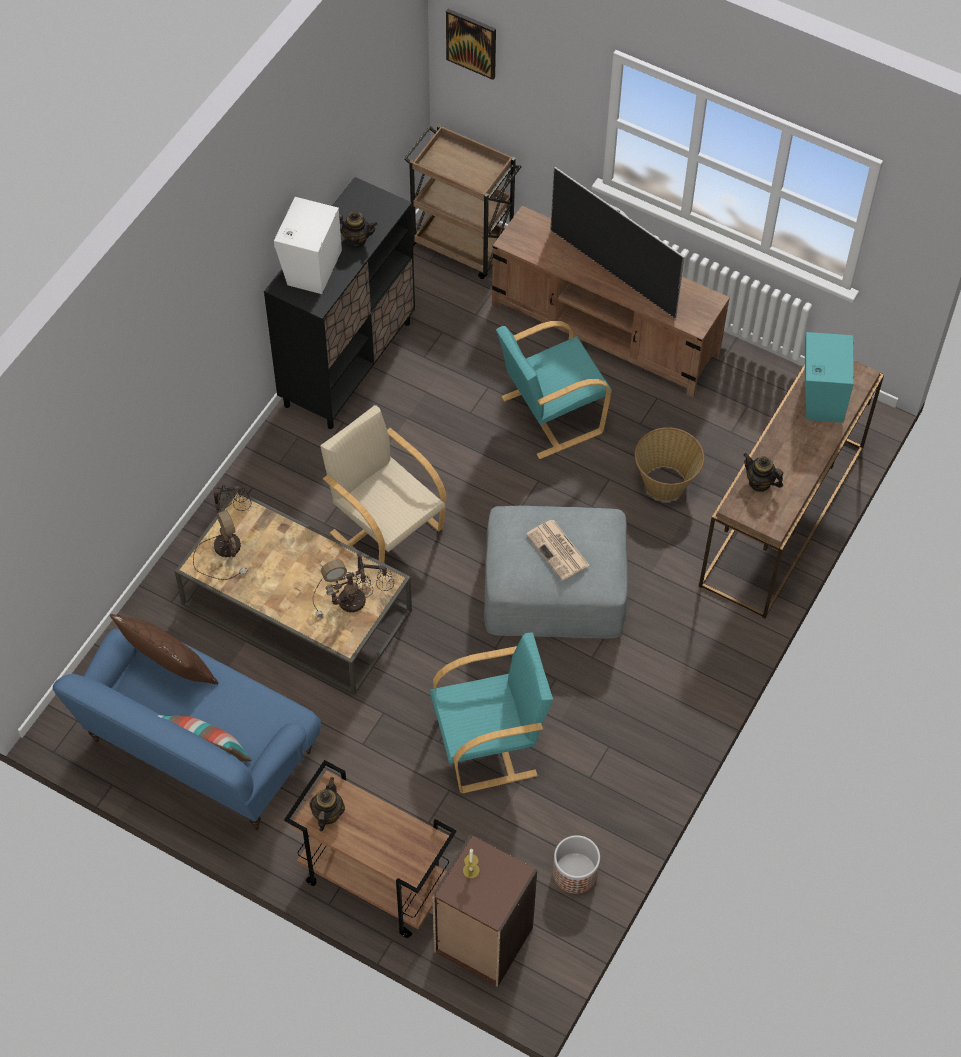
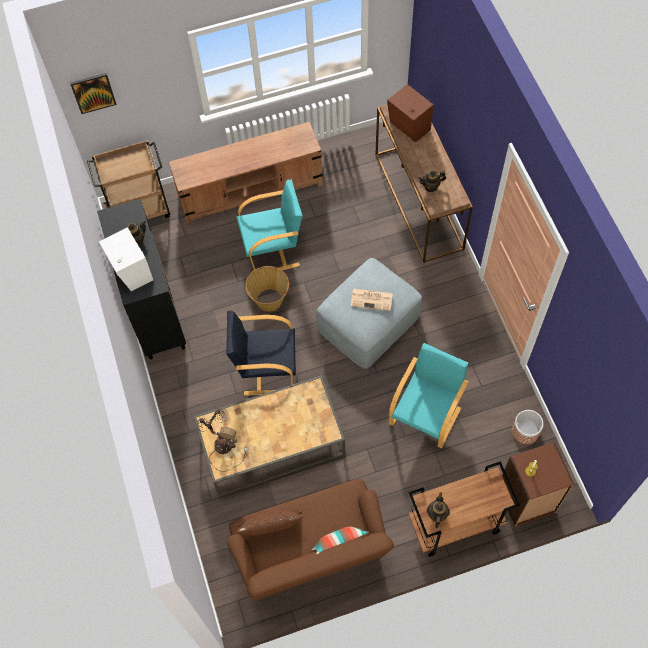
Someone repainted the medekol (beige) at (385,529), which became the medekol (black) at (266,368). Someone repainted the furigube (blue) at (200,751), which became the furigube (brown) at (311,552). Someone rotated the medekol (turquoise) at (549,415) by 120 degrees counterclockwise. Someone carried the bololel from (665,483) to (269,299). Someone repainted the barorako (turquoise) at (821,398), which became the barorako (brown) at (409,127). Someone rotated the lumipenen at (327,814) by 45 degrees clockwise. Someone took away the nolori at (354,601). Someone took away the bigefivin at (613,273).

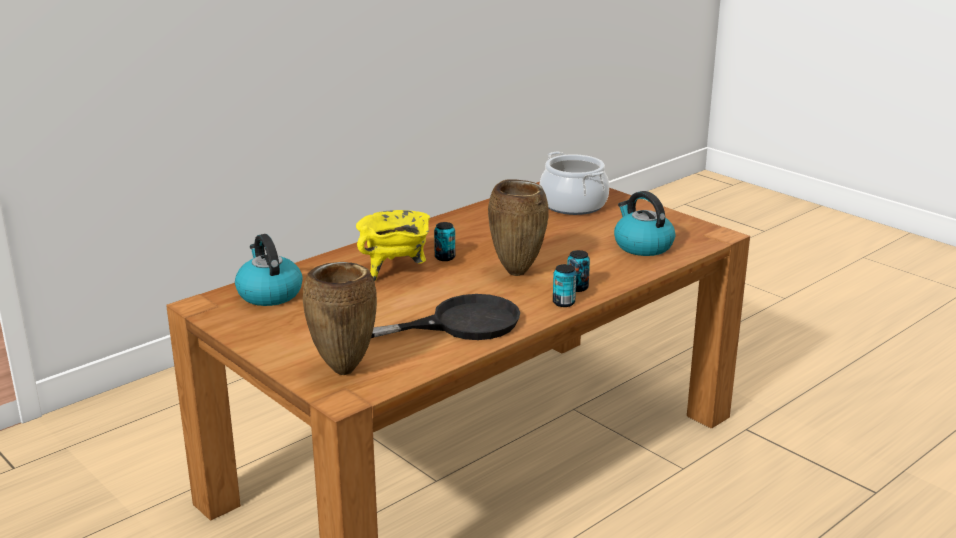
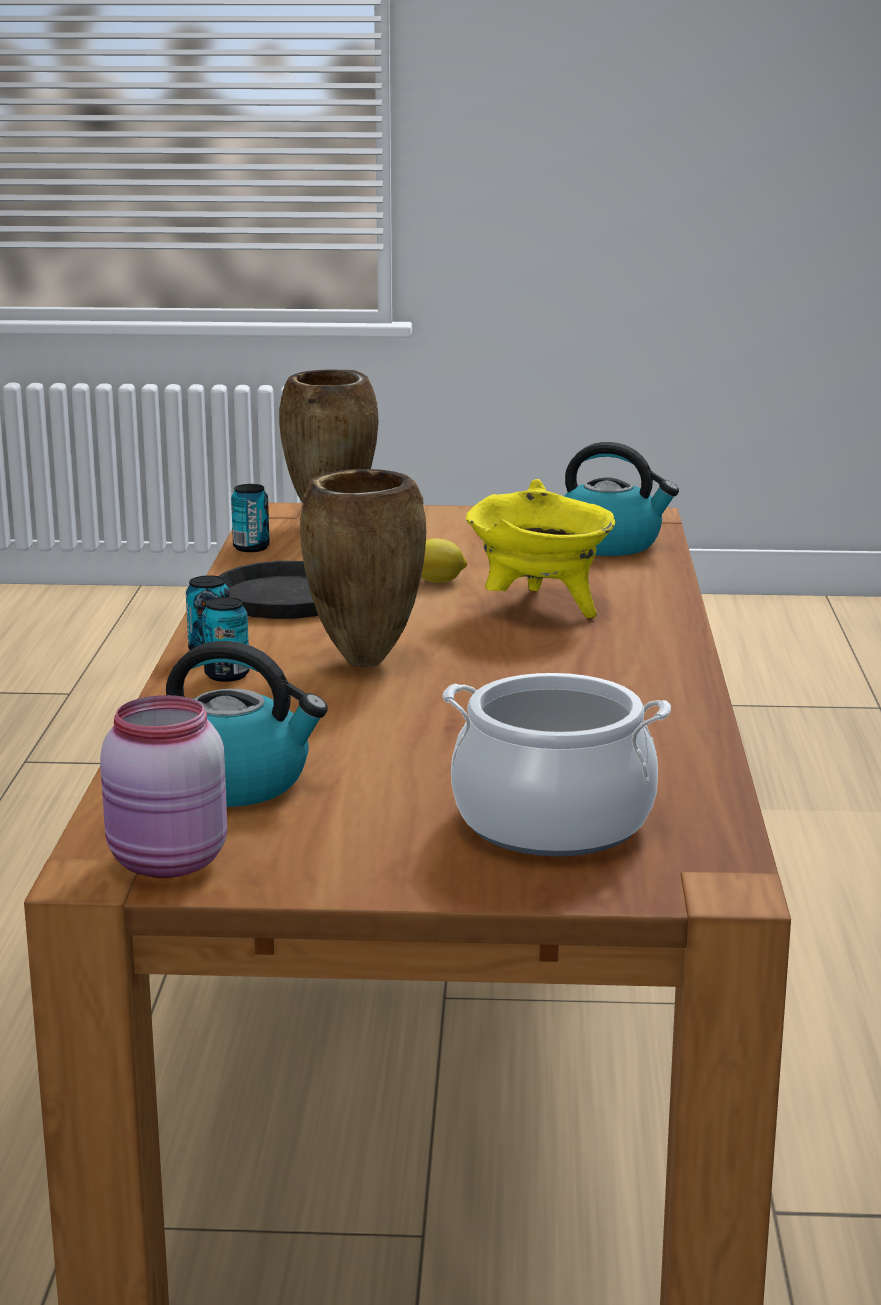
Someone put down the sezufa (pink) at (168,863). Someone carried the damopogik from (445,257) to (251,548). Someone put down the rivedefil at (439,581).

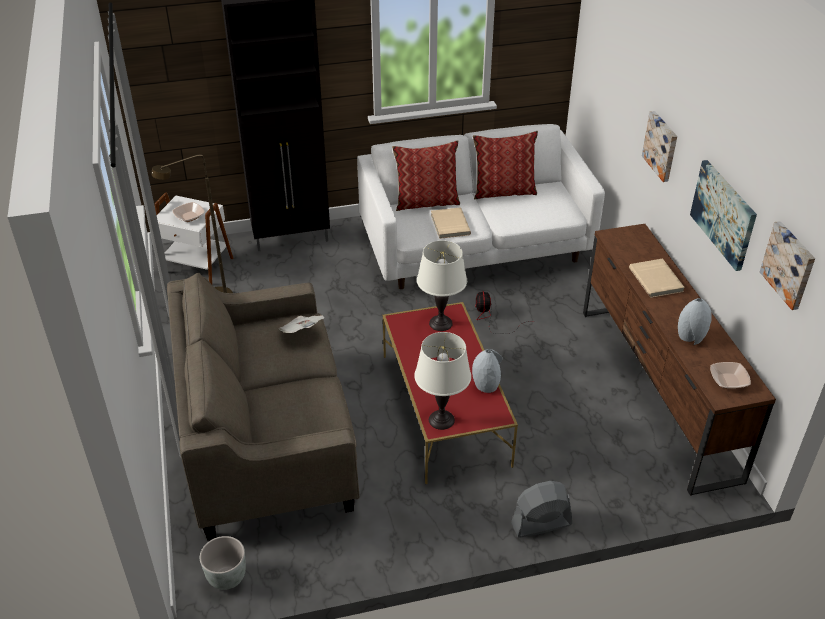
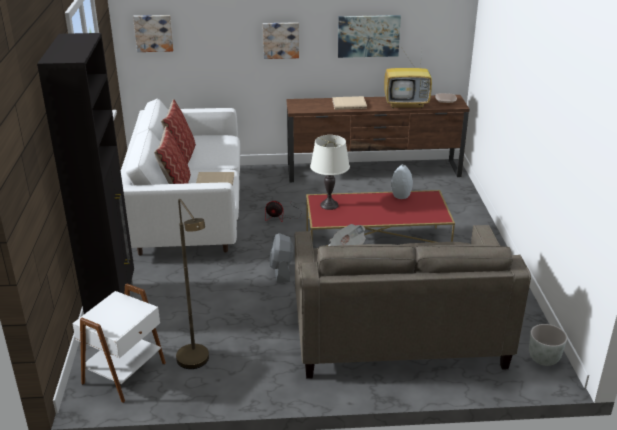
Someone carried the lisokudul from (789,264) to (153,33). Someone carried the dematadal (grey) from (541,524) to (281,271). Someone swapped the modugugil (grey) at (691,337) for the bigefivin at (407,104). Someone took away the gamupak at (189,216). Someone took away the nolori (white) at (441,420).

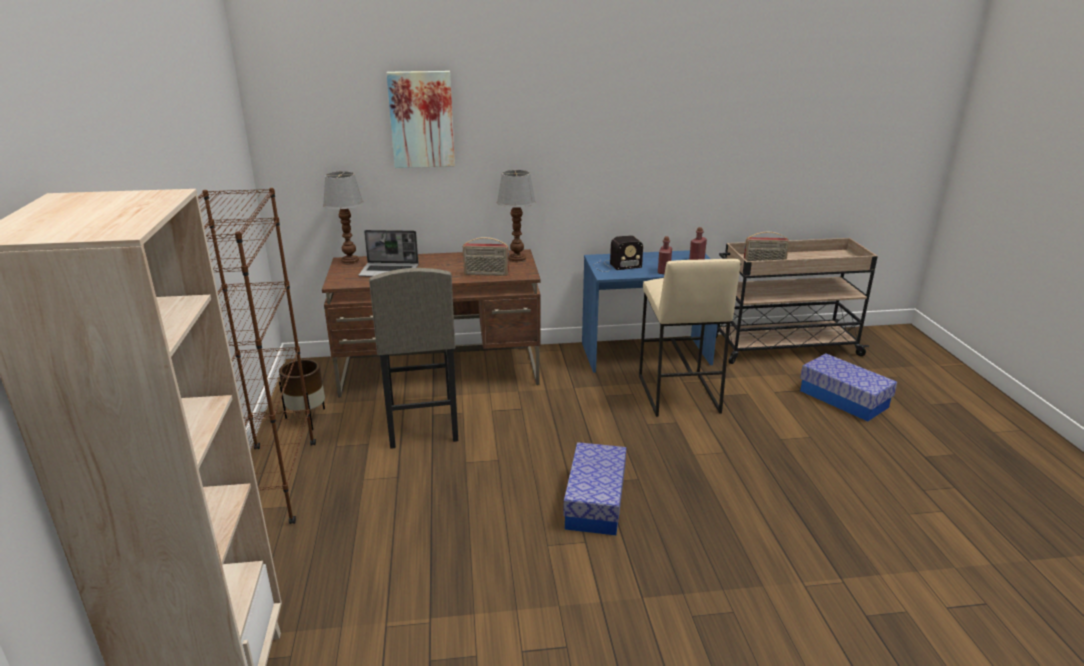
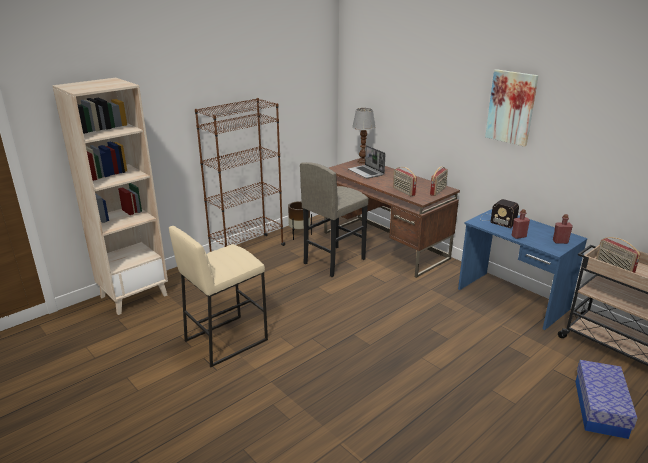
Someone carried the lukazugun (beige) from (677,393) to (226,340). Someone swapped the nolori at (516,259) for the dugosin at (438,191). Someone carried the lisokudul from (421,119) to (511,107). Someone took away the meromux at (595,502).

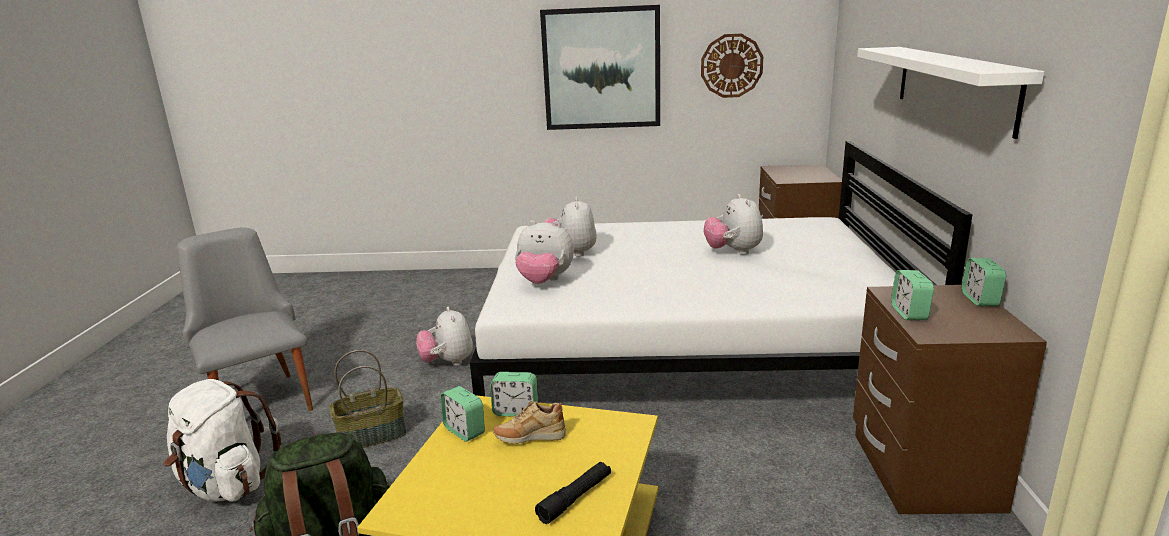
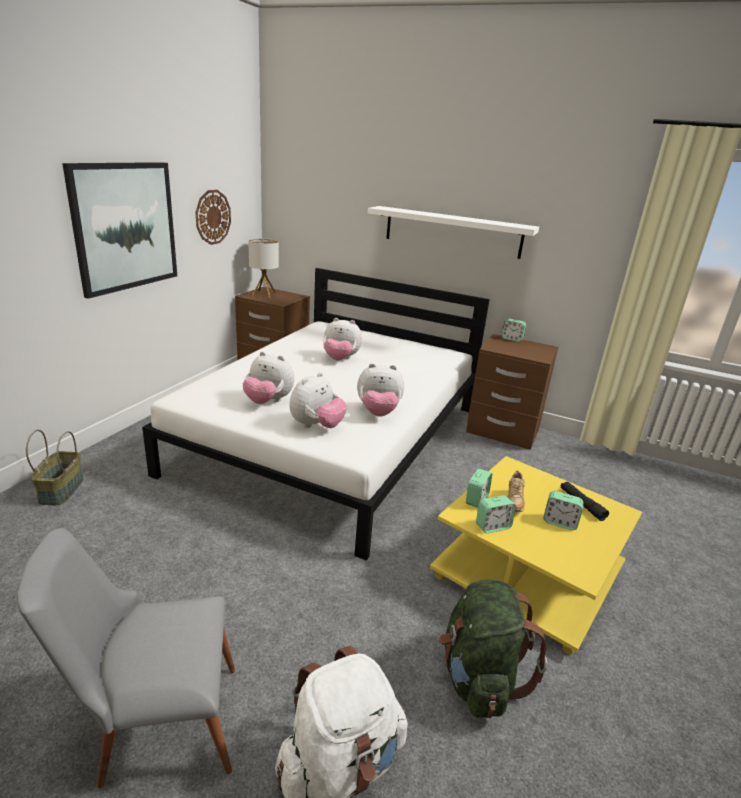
Someone carried the bololel from (372,435) to (61,490). Someone put down the nolori at (264,294). Someone carried the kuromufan from (448,362) to (378,413). Someone carried the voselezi from (909,313) to (559,522).

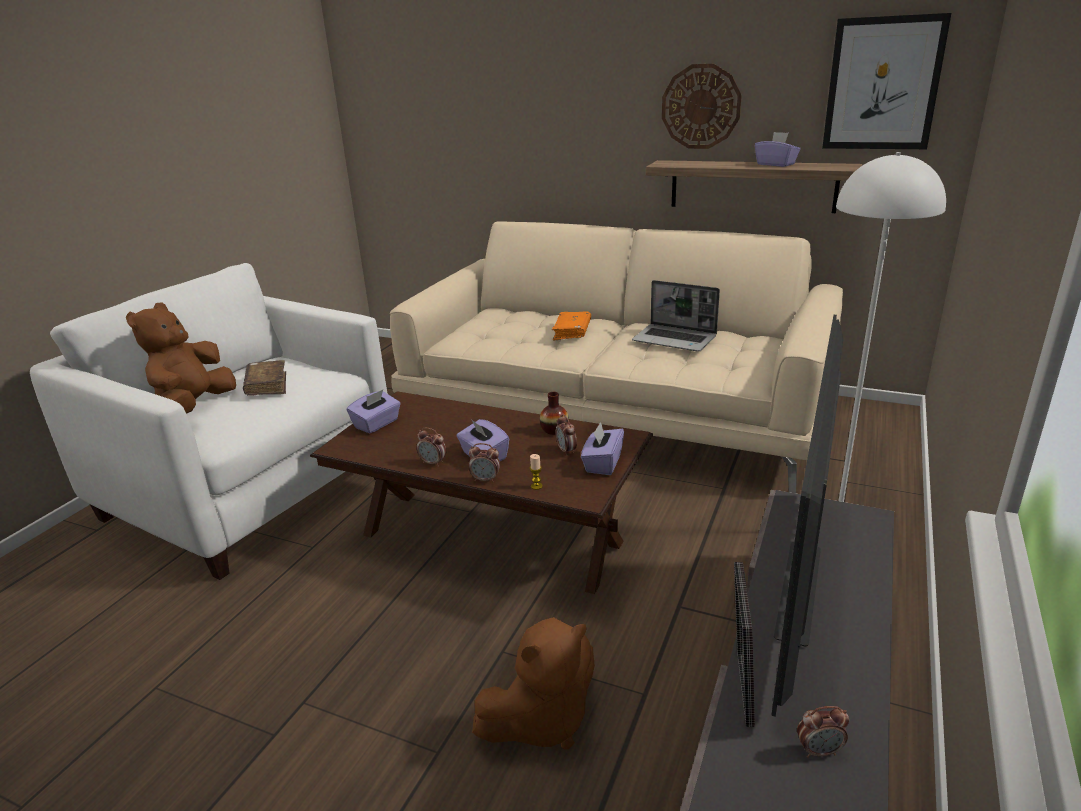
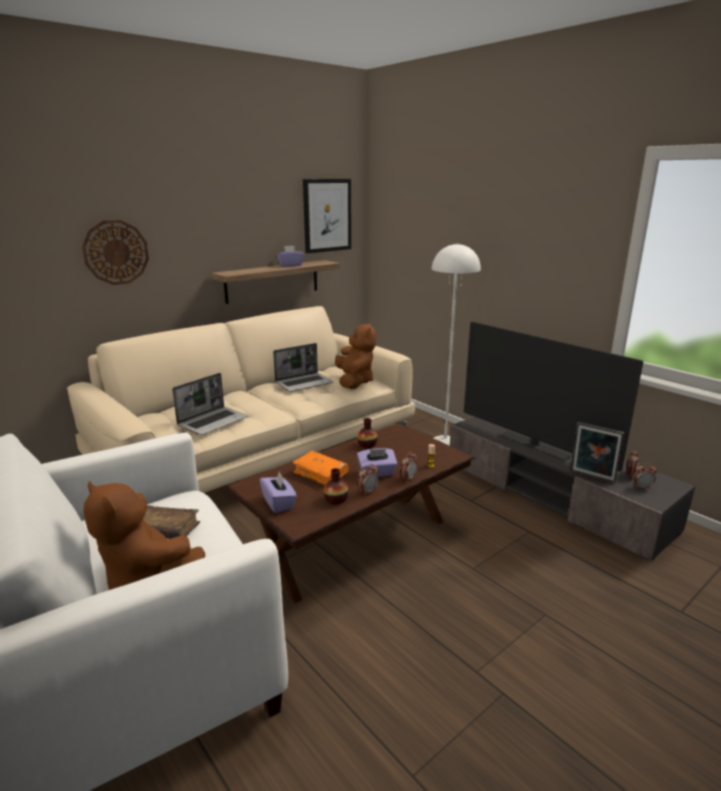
Someone carried the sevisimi from (701,107) to (116,252). Someone put down the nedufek at (213,422). Someone carried the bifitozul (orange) from (572,332) to (320,474). Someone put down the modugugil at (336,500). Someone carried the kuromufan (brown) from (542,720) to (354,382). Someone carried the voselezi from (566,451) to (642,487). Someone took away the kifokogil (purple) at (602,463).

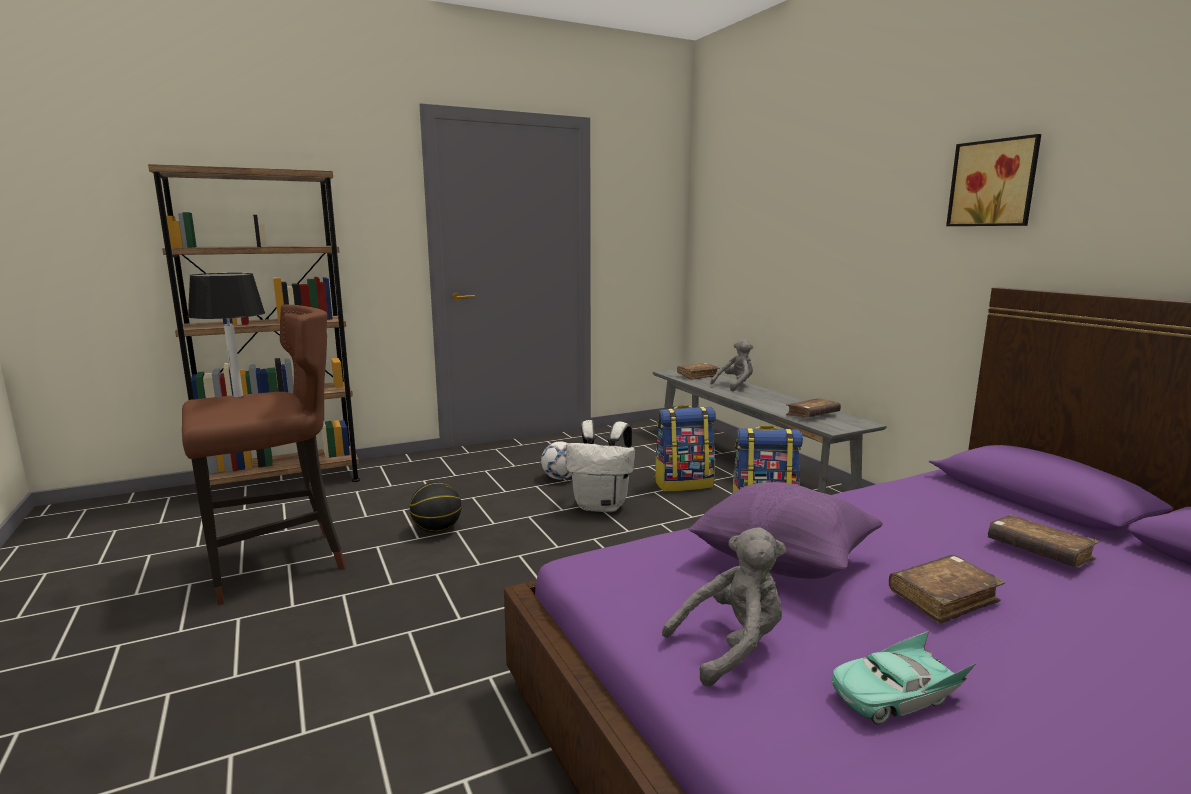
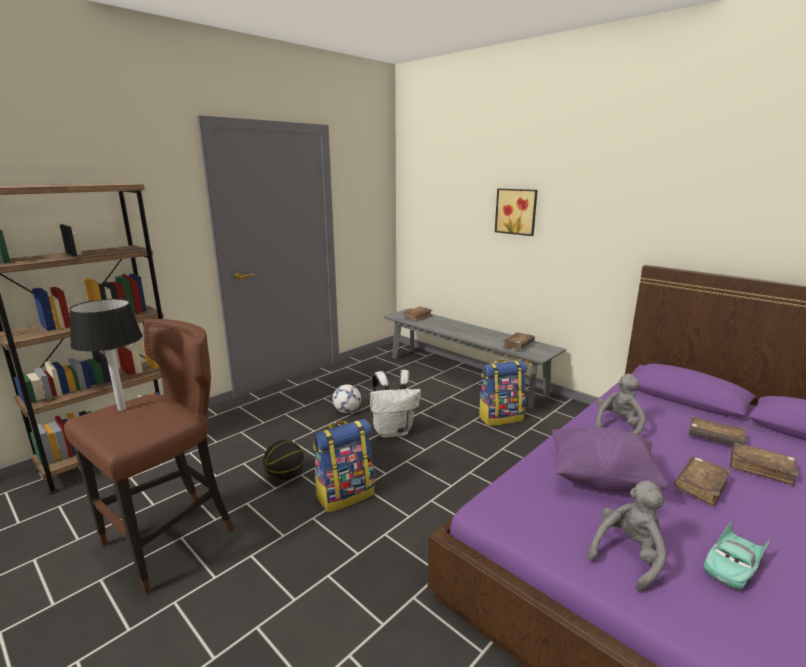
Someone carried the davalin from (683,484) to (345,495). Someone carried the lisokudul from (994,183) to (516,211). Someone carried the kuromufan (grey) from (735,386) to (618,426). Someone put down the bifitozul (brown) at (760,468).

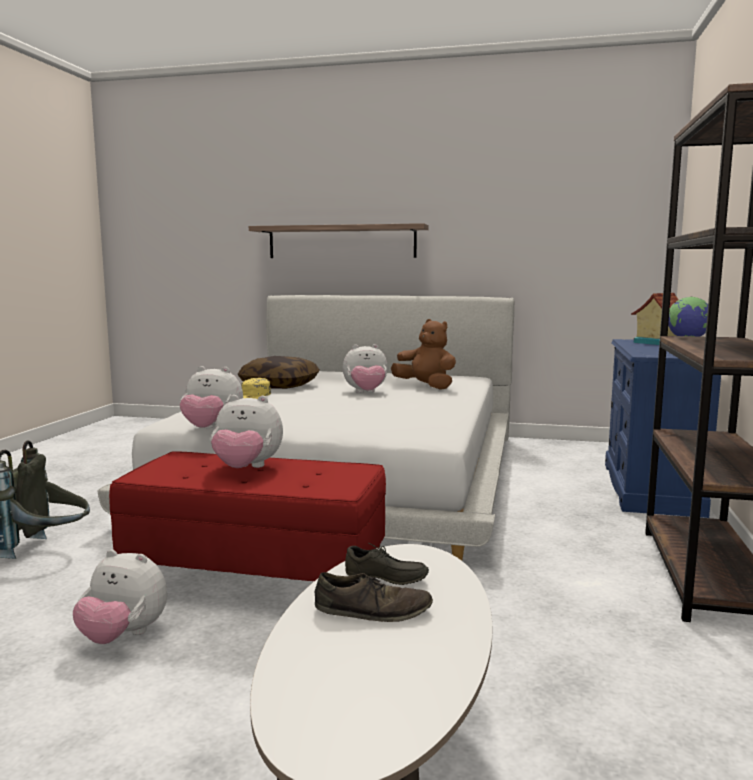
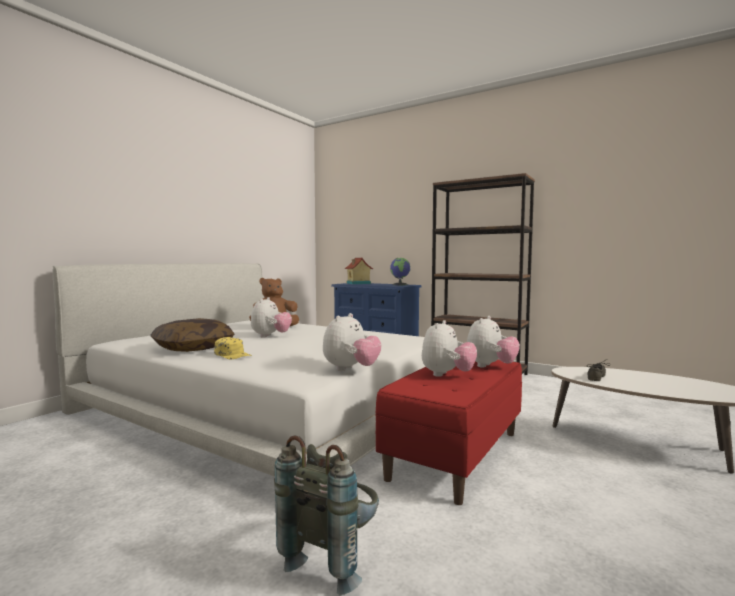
Someone carried the kuromufan from (123,636) to (490,366). Someone took away the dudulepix at (341,242). Someone took away the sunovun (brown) at (373,610).

